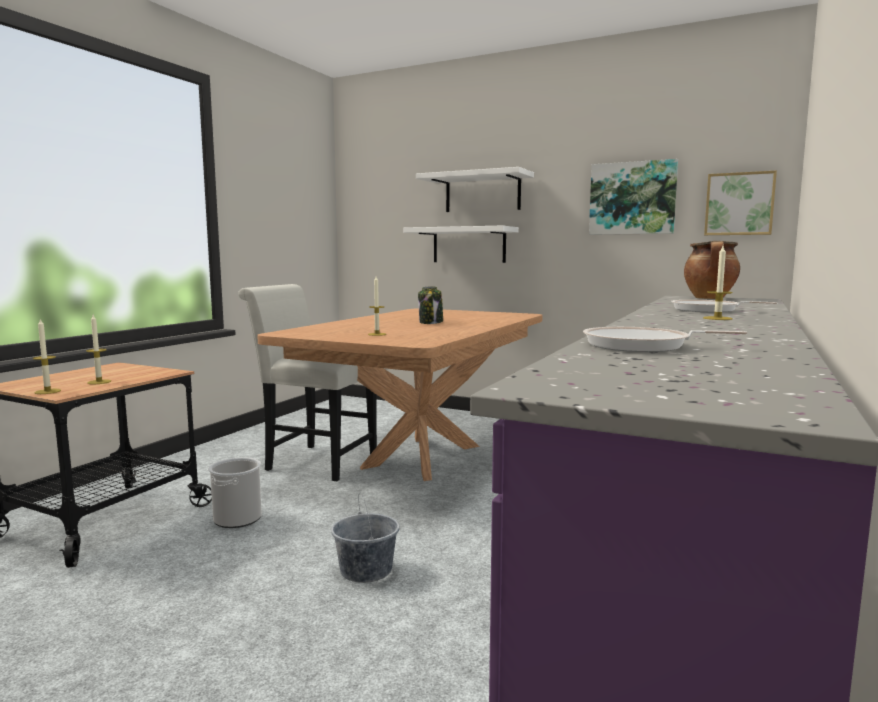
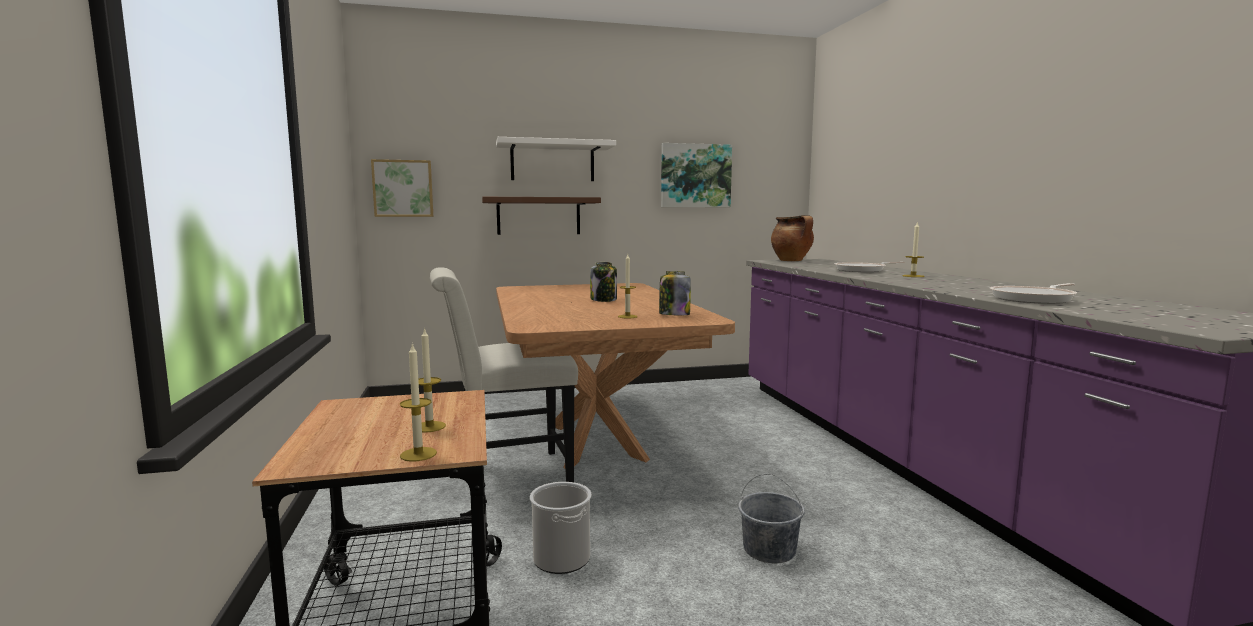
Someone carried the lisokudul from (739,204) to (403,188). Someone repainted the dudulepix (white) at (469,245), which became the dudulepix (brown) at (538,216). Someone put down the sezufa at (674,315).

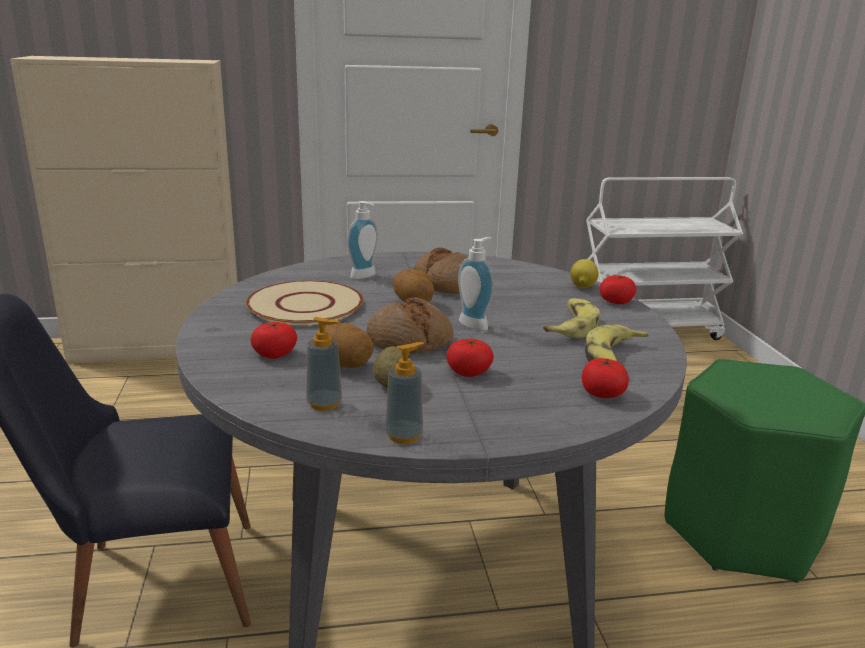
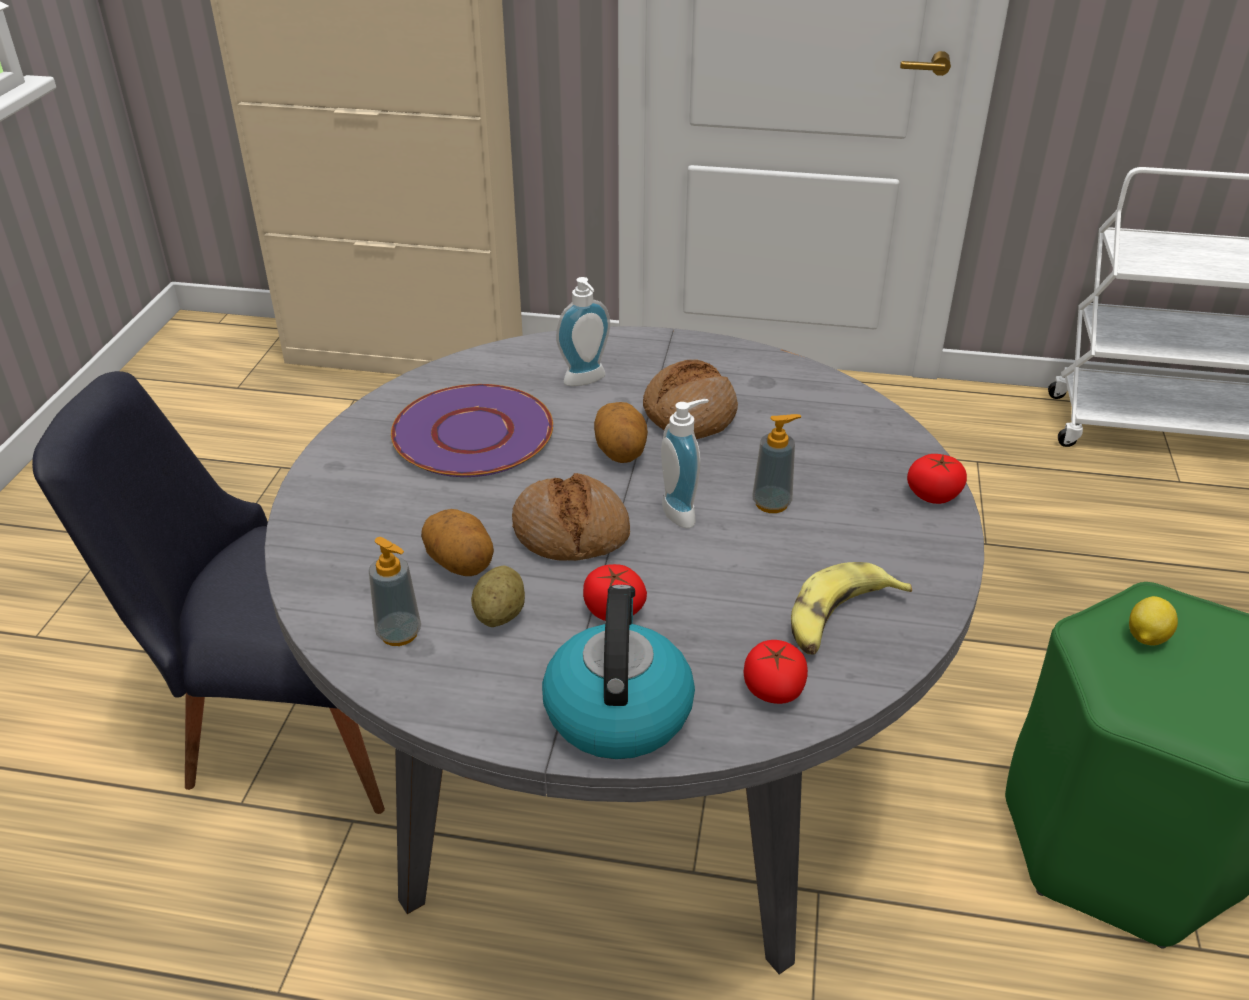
Someone repainted the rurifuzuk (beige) at (305,305), which became the rurifuzuk (purple) at (473,434). Someone put down the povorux at (617,710). Someone carried the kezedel from (404,435) to (771,503). Someone carried the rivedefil from (582,287) to (1145,637). Someone took away the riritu at (274,354). Someone took away the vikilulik at (571,326).

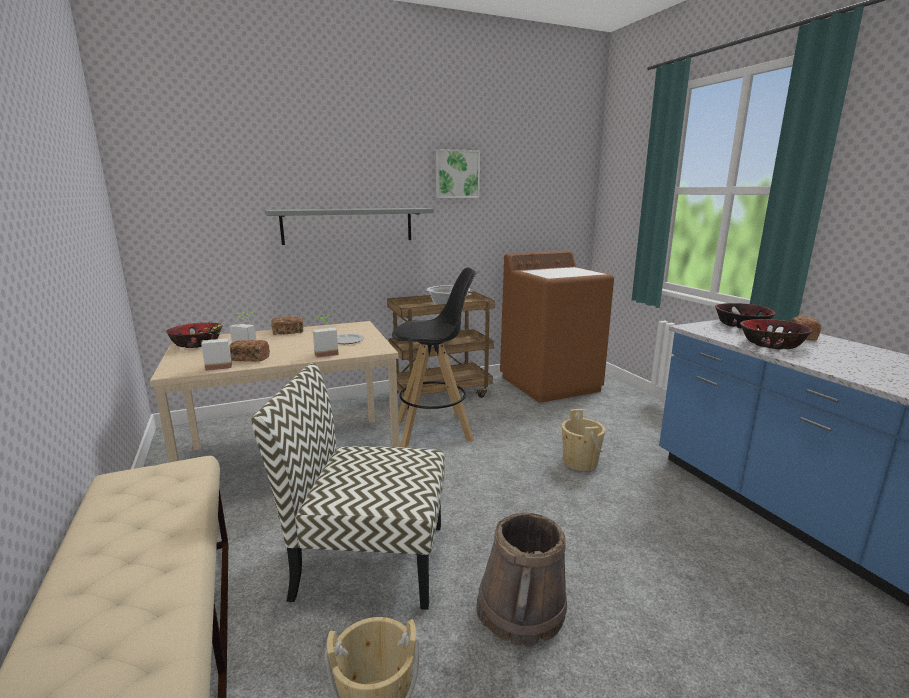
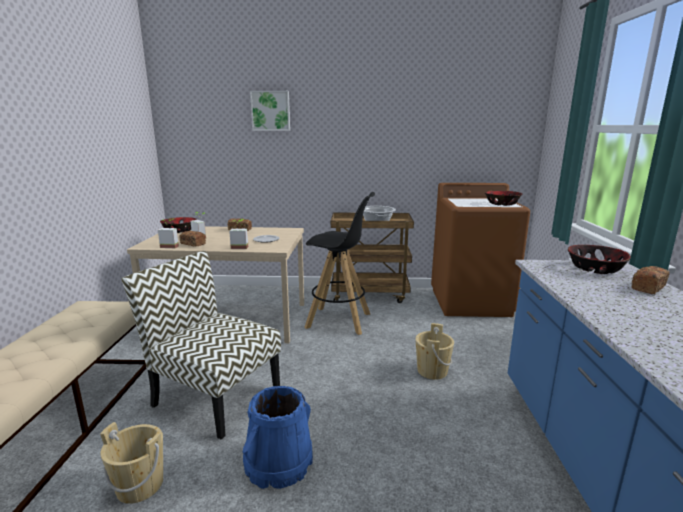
Someone repainted the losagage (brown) at (521,611), which became the losagage (blue) at (278,462). Someone carried the lisokudul from (457,174) to (270,111). Someone carried the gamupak from (771,344) to (501,204). Someone took away the dudulepix (grey) at (348,225).

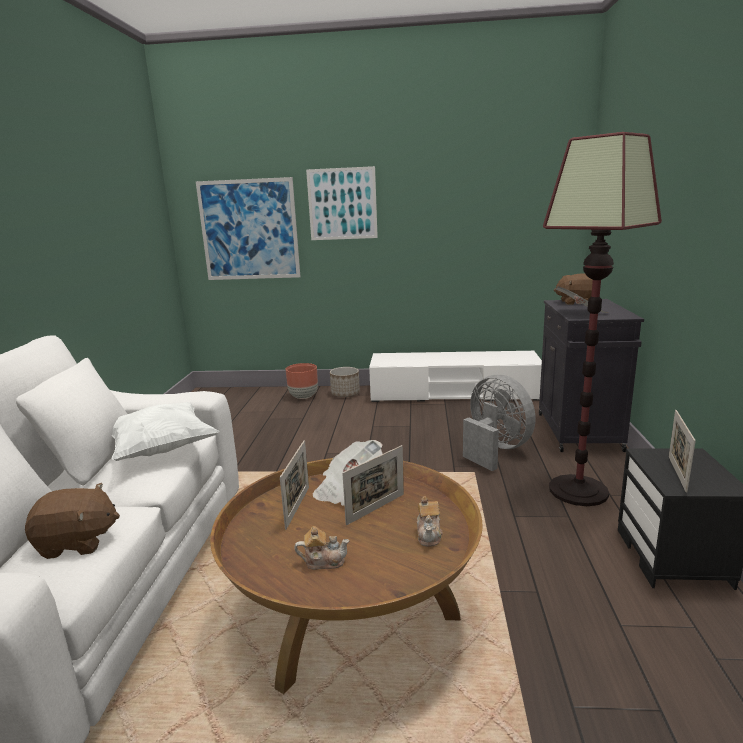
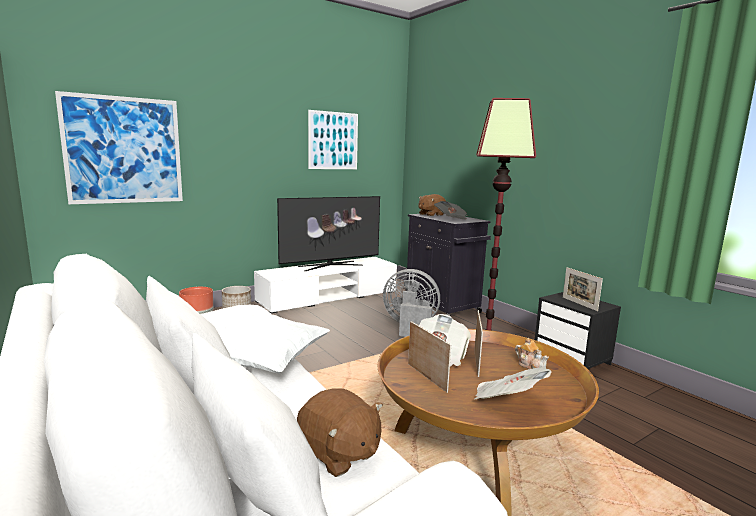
Someone put down the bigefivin at (330,266). Someone rotated the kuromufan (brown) at (77,542) by 90 degrees clockwise. Someone carried the lisokudul from (342,204) to (333,140). Someone swapped the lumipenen at (323,561) for the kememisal at (507,400).

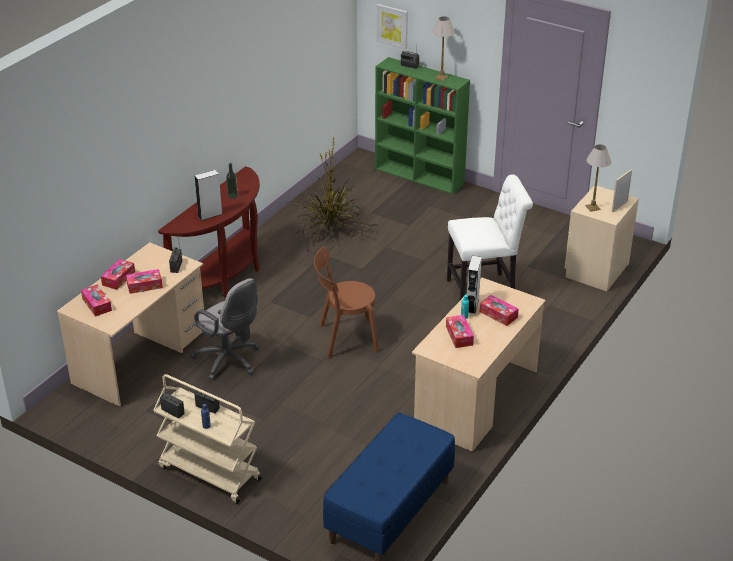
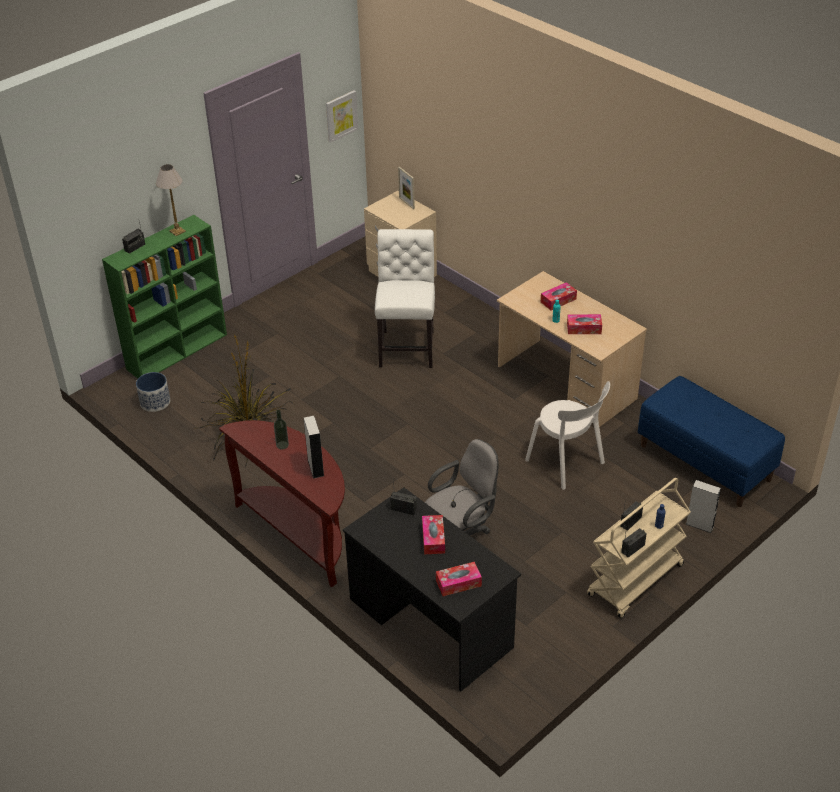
Someone put down the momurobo at (155,402). Someone carried the lisokudul from (392,26) to (341,116). Someone repainted the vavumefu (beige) at (140,358), which became the vavumefu (black) at (430,623). Someone put down the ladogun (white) at (567,463). Someone carried the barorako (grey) from (472,305) to (699,525). Someone took away the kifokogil at (118,278). Someone took away the ladogun (brown) at (345,339). Someone took away the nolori at (592,208).

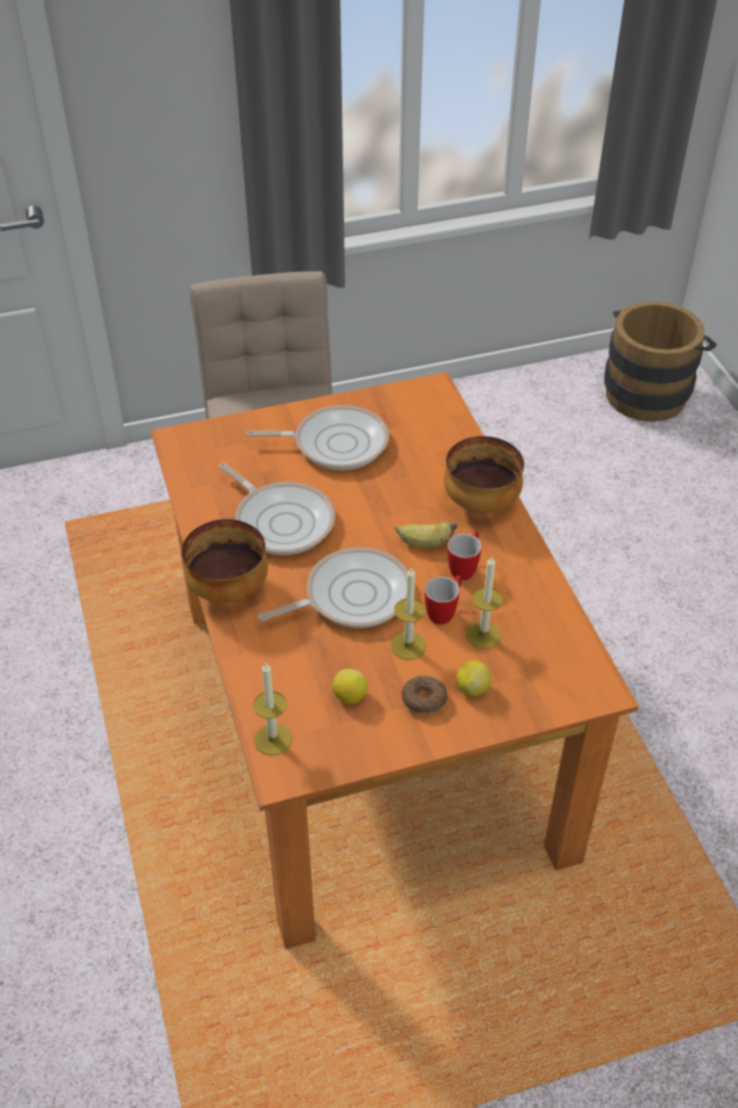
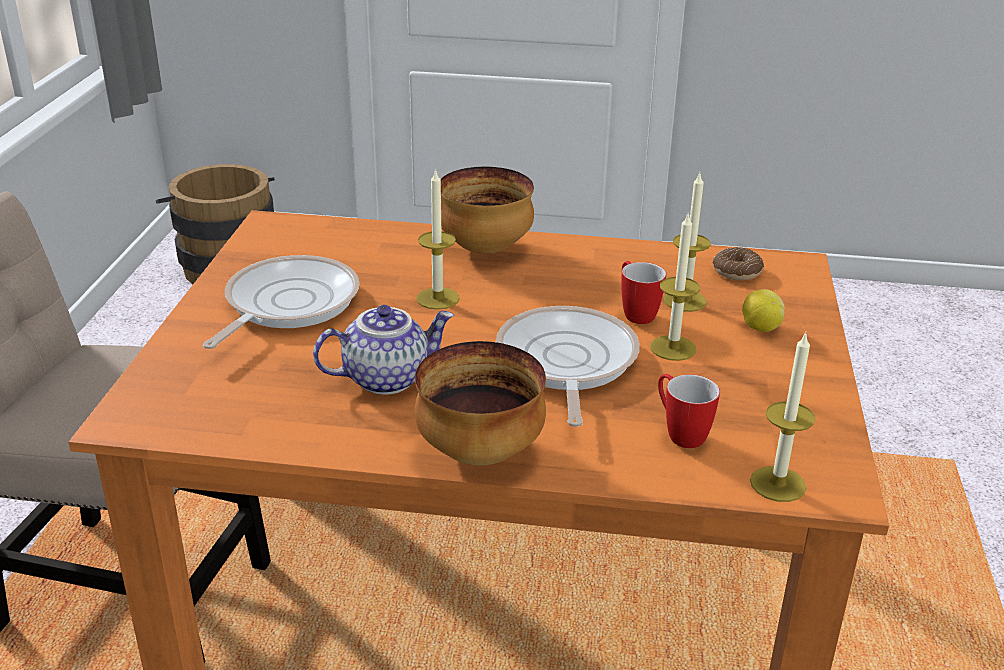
Someone swapped the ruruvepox at (281,520) for the lumipenen at (386,378). Someone put down the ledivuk at (437,298). Someone carried the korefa from (465,568) to (679,433). Someone carried the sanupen from (424,700) to (737,271). Someone took away the rivedefil at (349,696). Someone took away the vikilulik at (425,544).

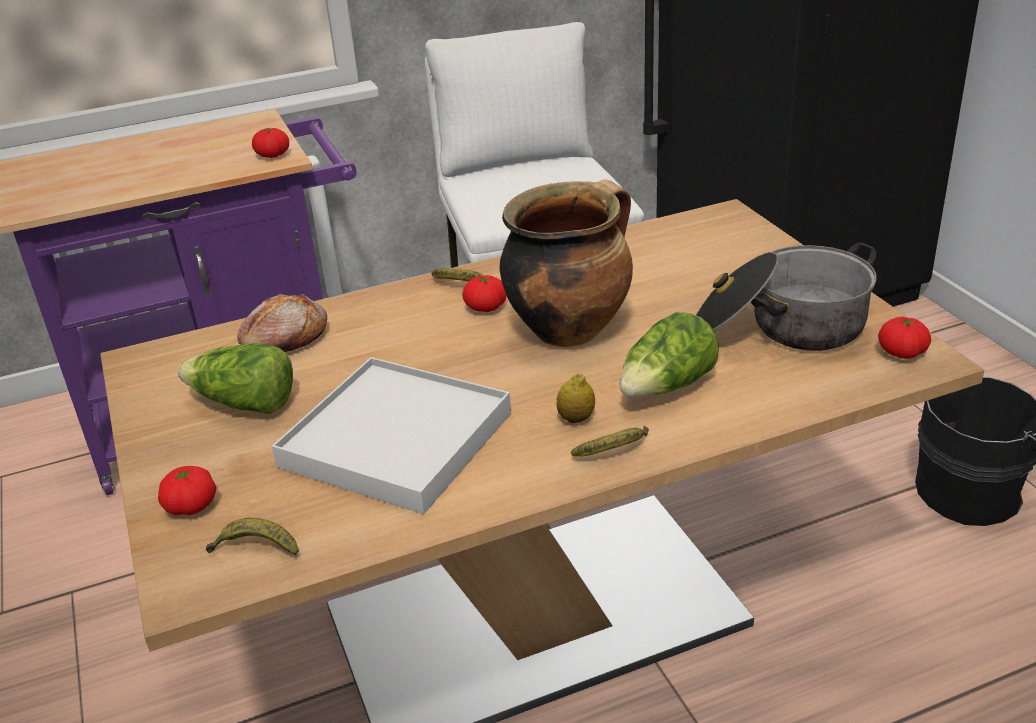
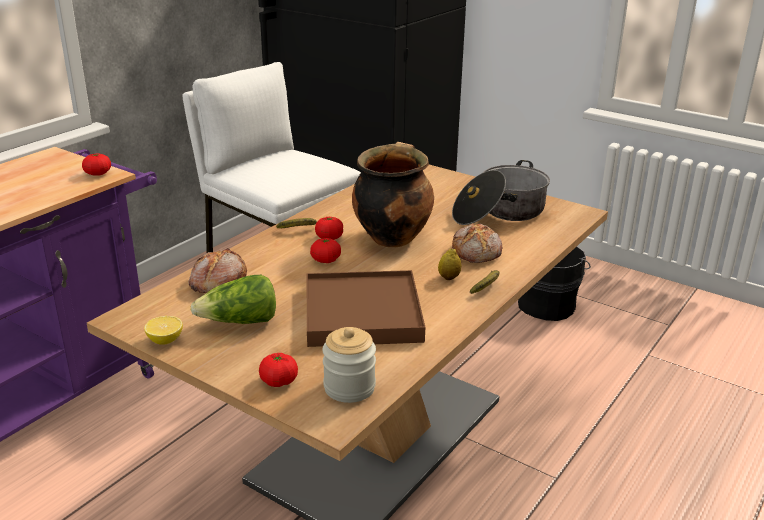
Someone put down the rivedefil at (165,340). Someone repainted the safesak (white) at (396,440), which became the safesak (brown) at (363,314). Someone carried the riritu from (902,352) to (325,260). Someone swapped the vikilulik at (256,548) for the sezufa at (349,387). Someone swapped the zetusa at (667,387) for the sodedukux at (477,252).

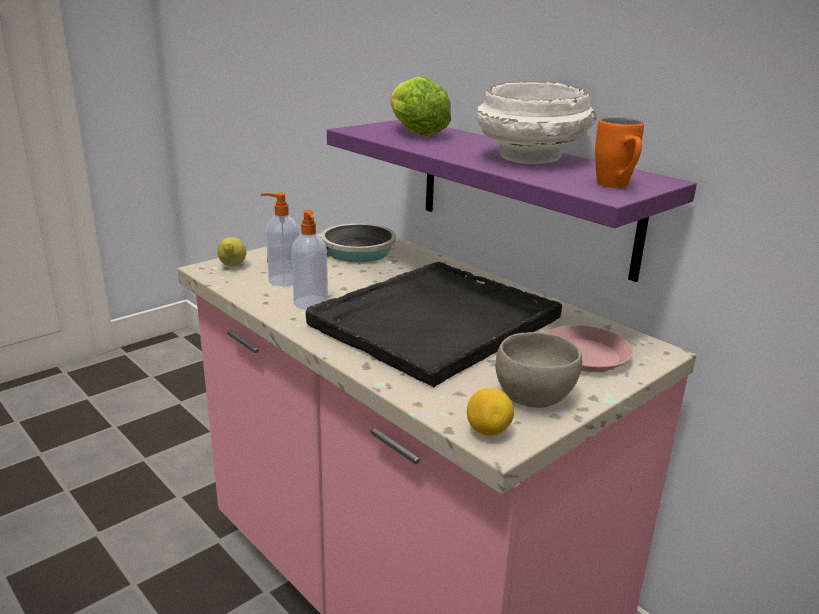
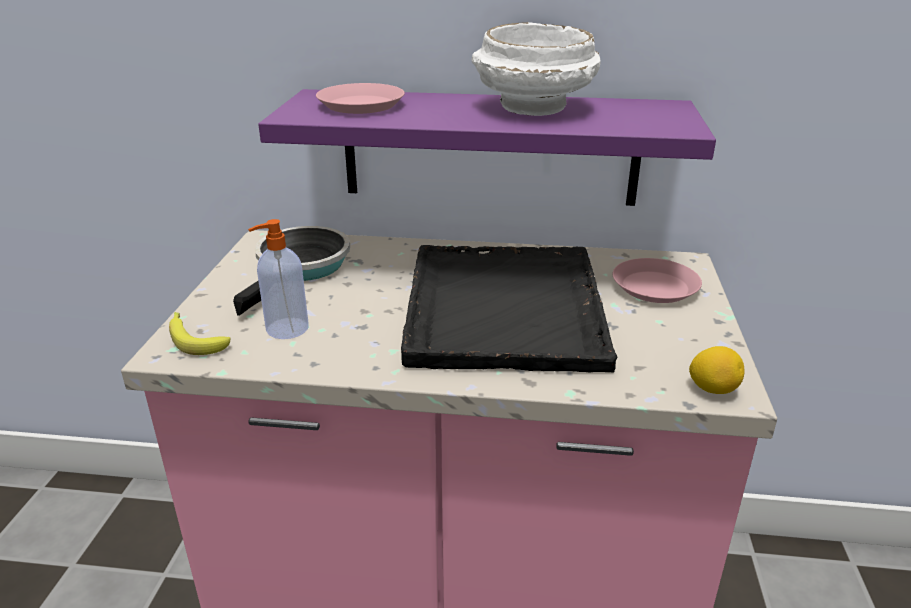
Someone swapped the rivedefil at (232,266) for the vikilulik at (195,338). Someone swapped the zetusa at (414,132) for the rurifuzuk (pink) at (361,105). Someone took away the kezedel at (311,303). Someone took away the gamupak (grey) at (532,396). Someone took away the korefa (orange) at (616,186).

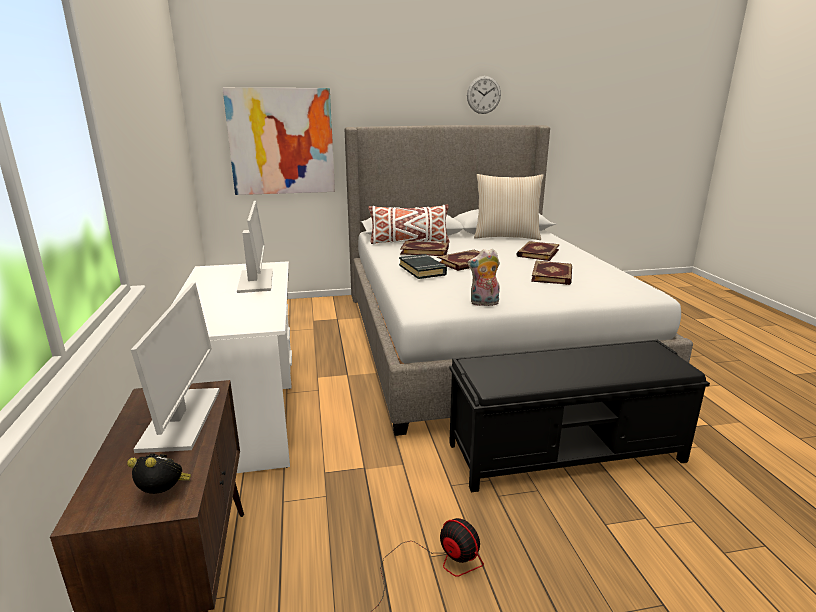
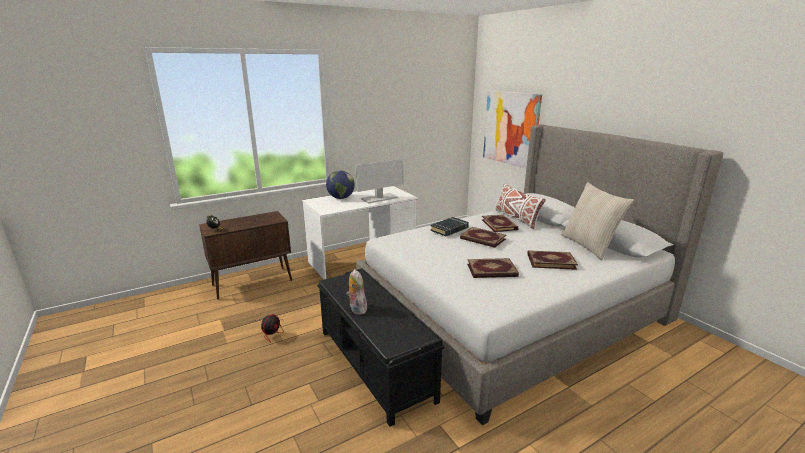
Someone put down the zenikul at (341,198). Someone carried the kuromufan from (484,303) to (356,309). Someone took away the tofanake at (181,419). Someone took away the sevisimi at (483,95).

